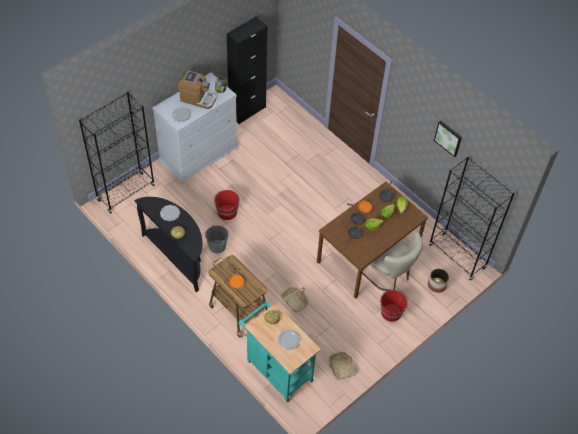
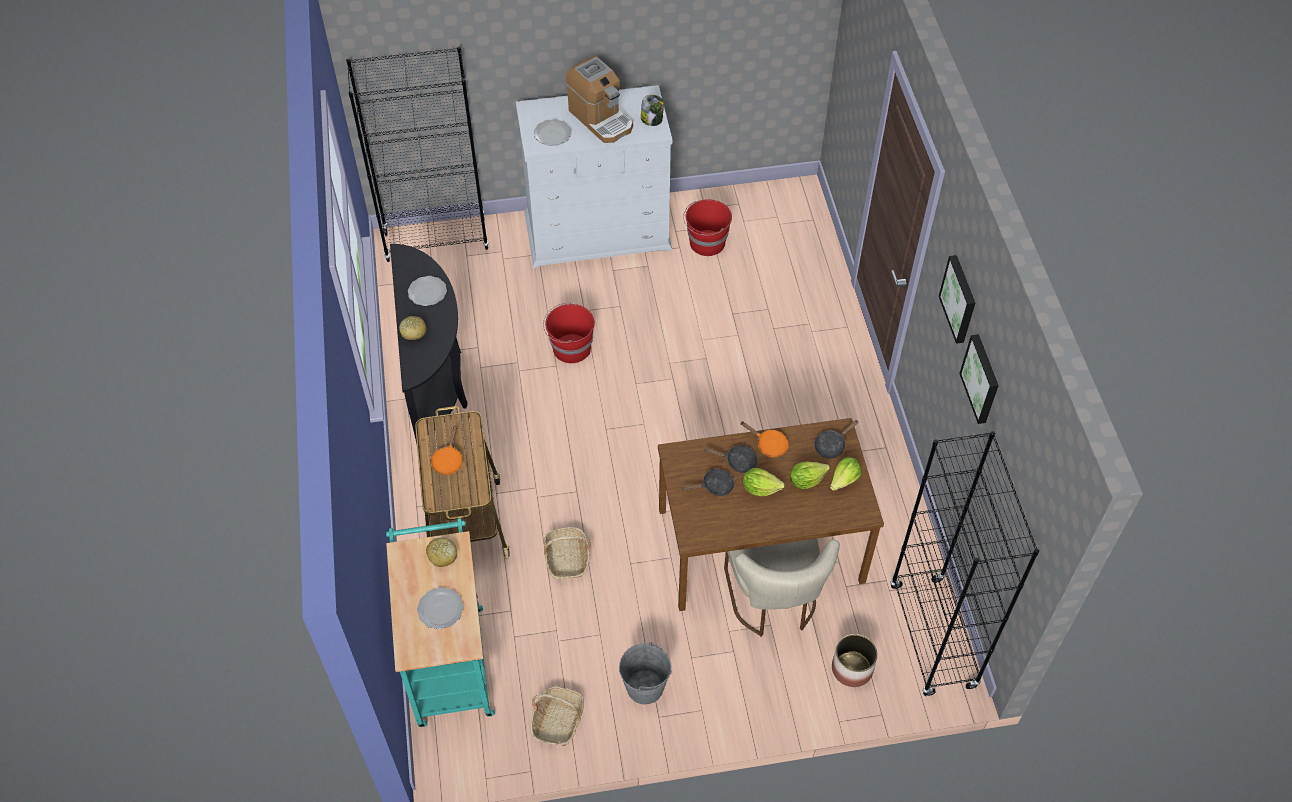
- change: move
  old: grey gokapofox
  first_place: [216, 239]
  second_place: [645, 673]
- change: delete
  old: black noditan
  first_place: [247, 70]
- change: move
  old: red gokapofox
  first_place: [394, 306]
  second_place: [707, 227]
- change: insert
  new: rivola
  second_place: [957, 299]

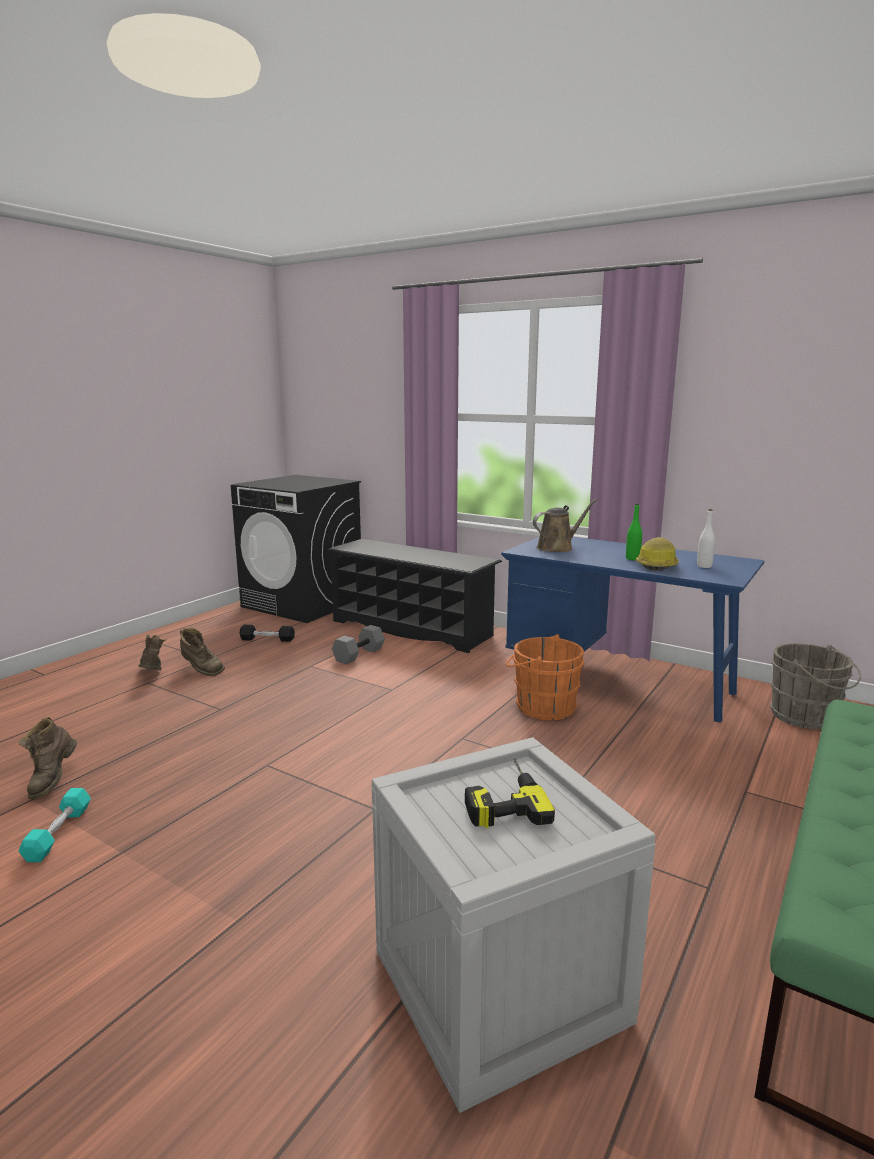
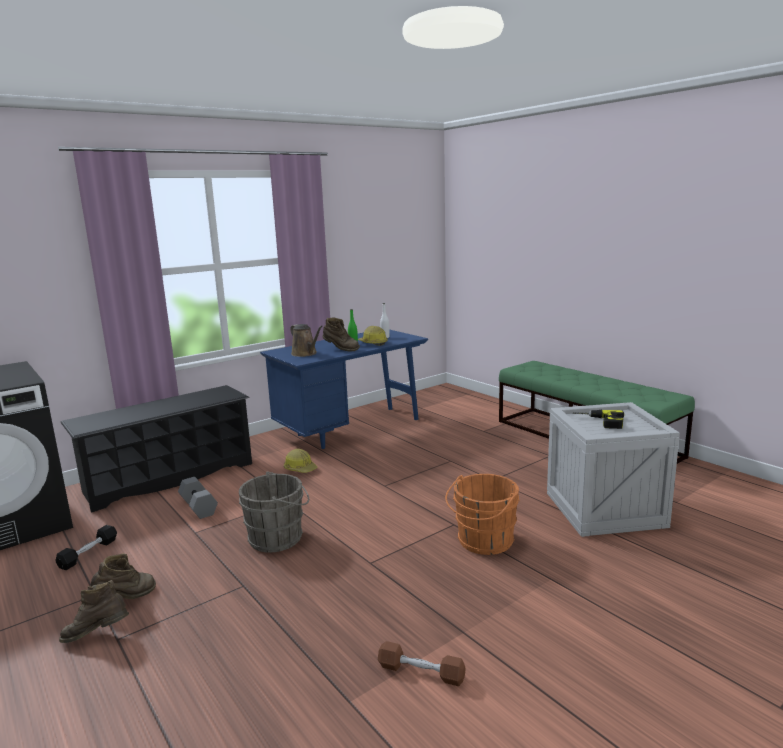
- change: recolor
  old: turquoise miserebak
  new: brown miserebak
  first_place: [54, 825]
  second_place: [422, 663]
- change: move
  old: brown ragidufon
  first_place: [48, 758]
  second_place: [341, 335]
- change: move
  old: orange gokapofox
  first_place: [545, 677]
  second_place: [482, 514]
- change: rotate
  old: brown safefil
  first_place: [565, 525]
  second_place: [306, 340]
  degrees: 150
- change: move
  old: grey gokapofox
  first_place: [815, 686]
  second_place: [274, 512]
- change: insert
  new: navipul
  second_place: [301, 461]

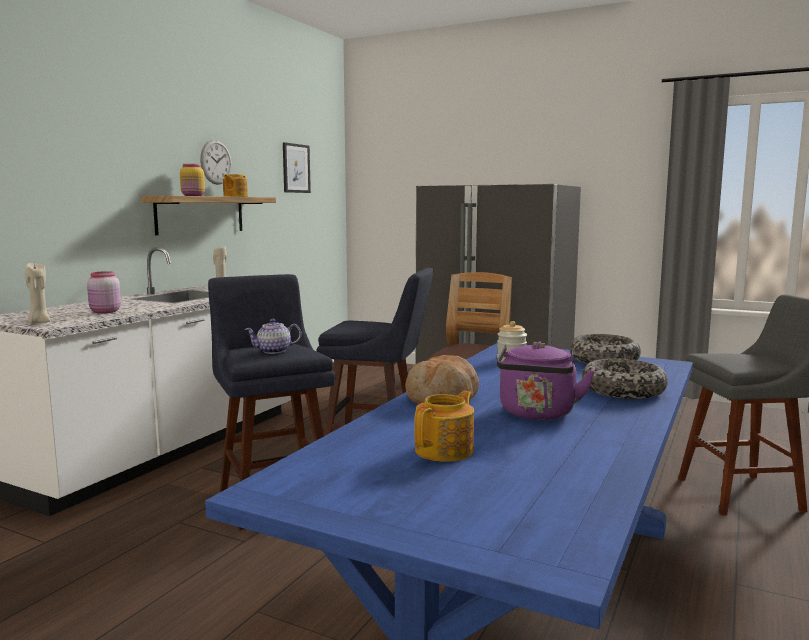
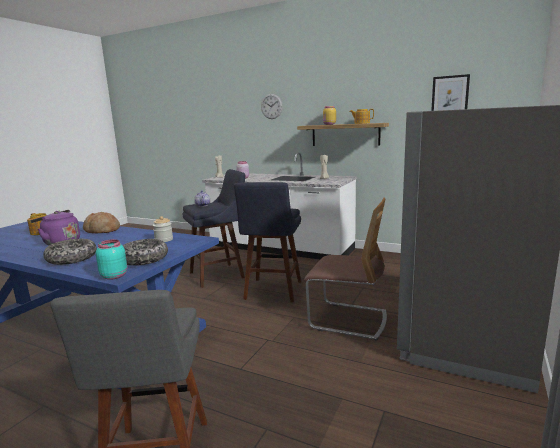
- change: move
  old: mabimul
  first_place: [216, 162]
  second_place: [272, 106]
- change: insert
  new: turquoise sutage
  second_place: [111, 259]

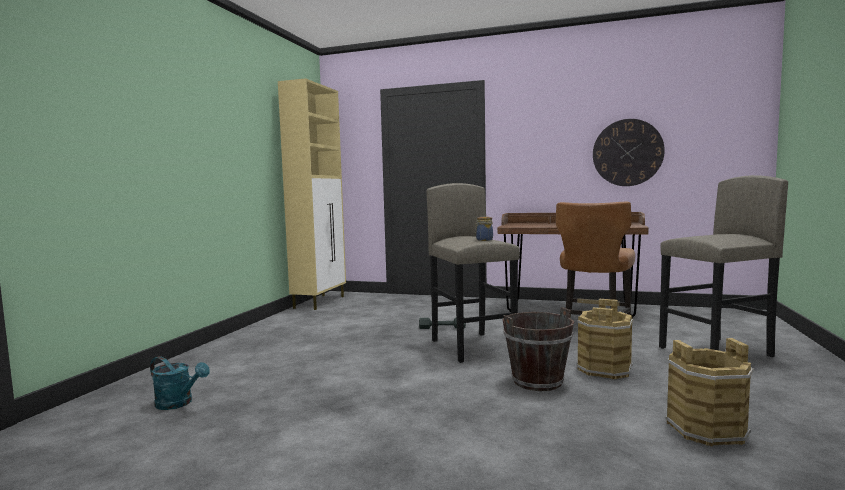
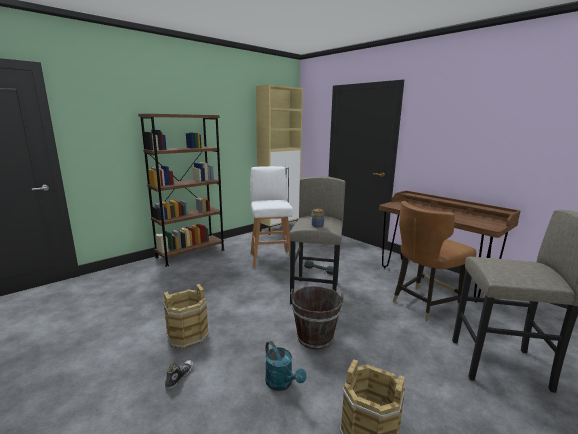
- change: move
  old: turquoise safefil
  first_place: [180, 383]
  second_place: [285, 366]
- change: move
  old: brown gokapofox
  first_place: [605, 339]
  second_place: [186, 316]
- change: delete
  old: mabimul
  first_place: [629, 152]
- change: insert
  new: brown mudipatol
  second_place: [181, 190]
- change: insert
  new: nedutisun
  second_place: [179, 375]
- change: insert
  new: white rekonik
  second_place: [271, 217]

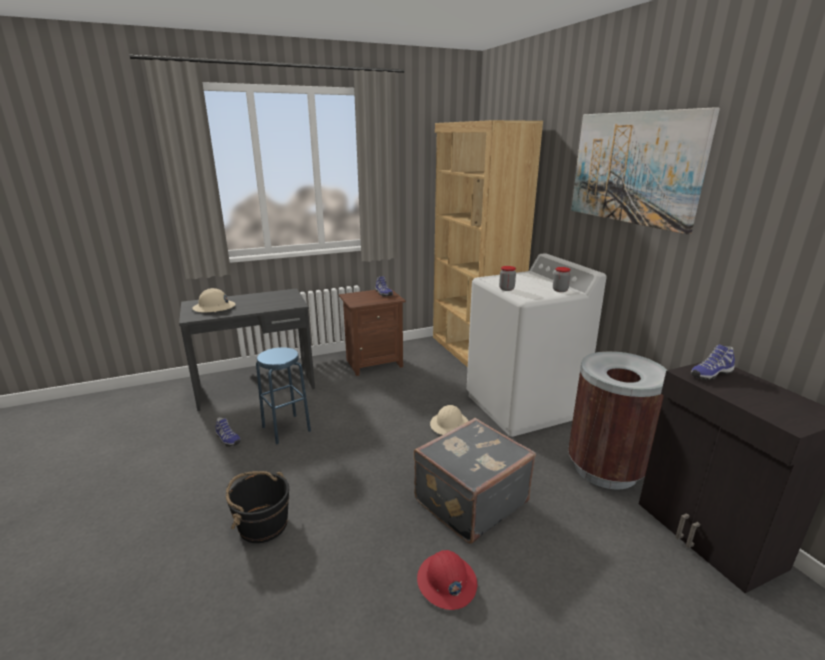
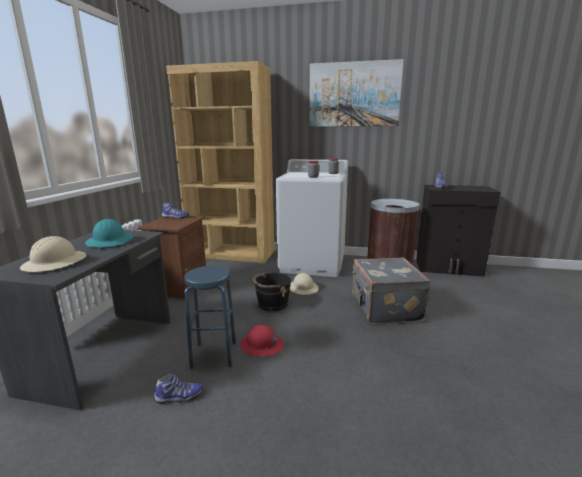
- change: move
  old: black gokapofox
  first_place: [257, 507]
  second_place: [271, 292]
- change: move
  old: red navipul
  first_place: [447, 580]
  second_place: [262, 341]
- change: insert
  new: turquoise navipul
  second_place: [109, 233]

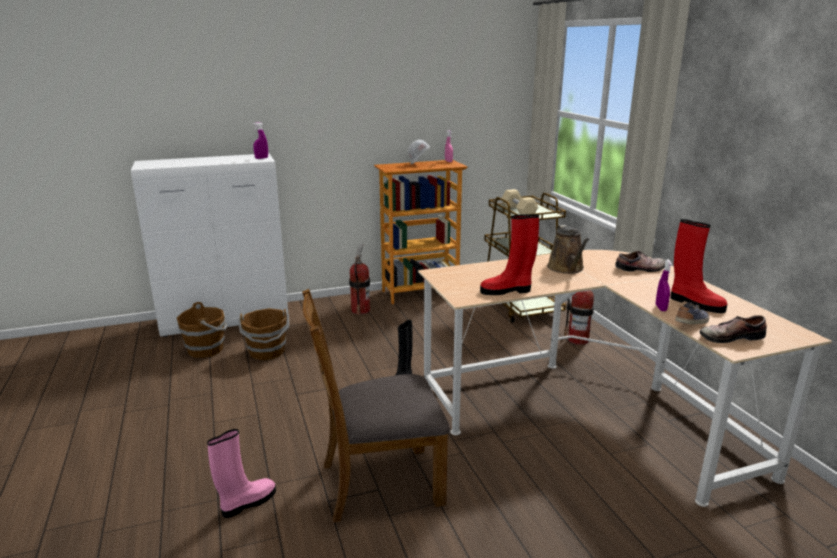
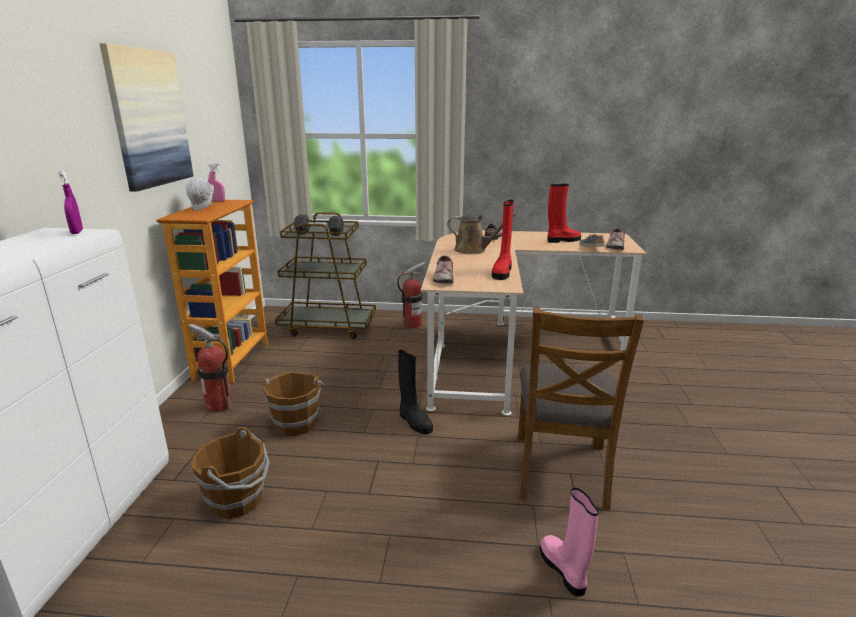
- change: move
  old: brown gokapofox
  first_place: [202, 330]
  second_place: [293, 404]
- change: recolor
  old: beige miserebak
  new: black miserebak
  first_place: [520, 202]
  second_place: [319, 224]
- change: delete
  old: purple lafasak
  first_place: [664, 285]
- change: insert
  new: rivola
  second_place: [146, 117]
- change: insert
  new: nedutisun
  second_place: [443, 269]

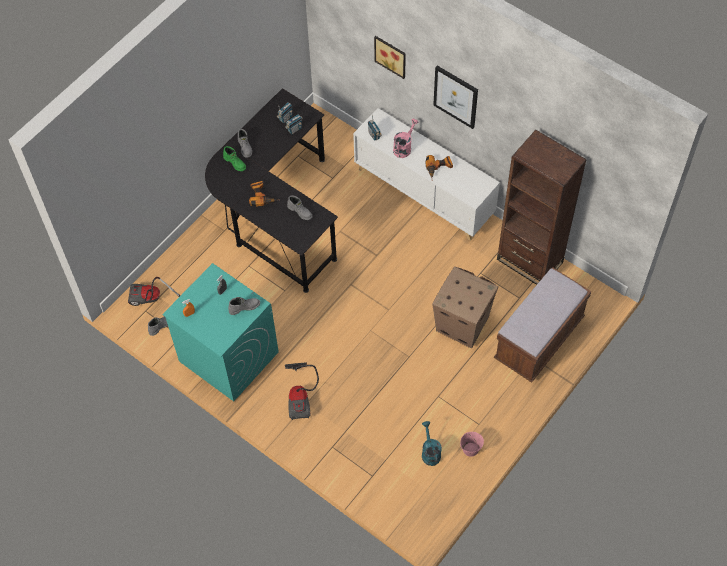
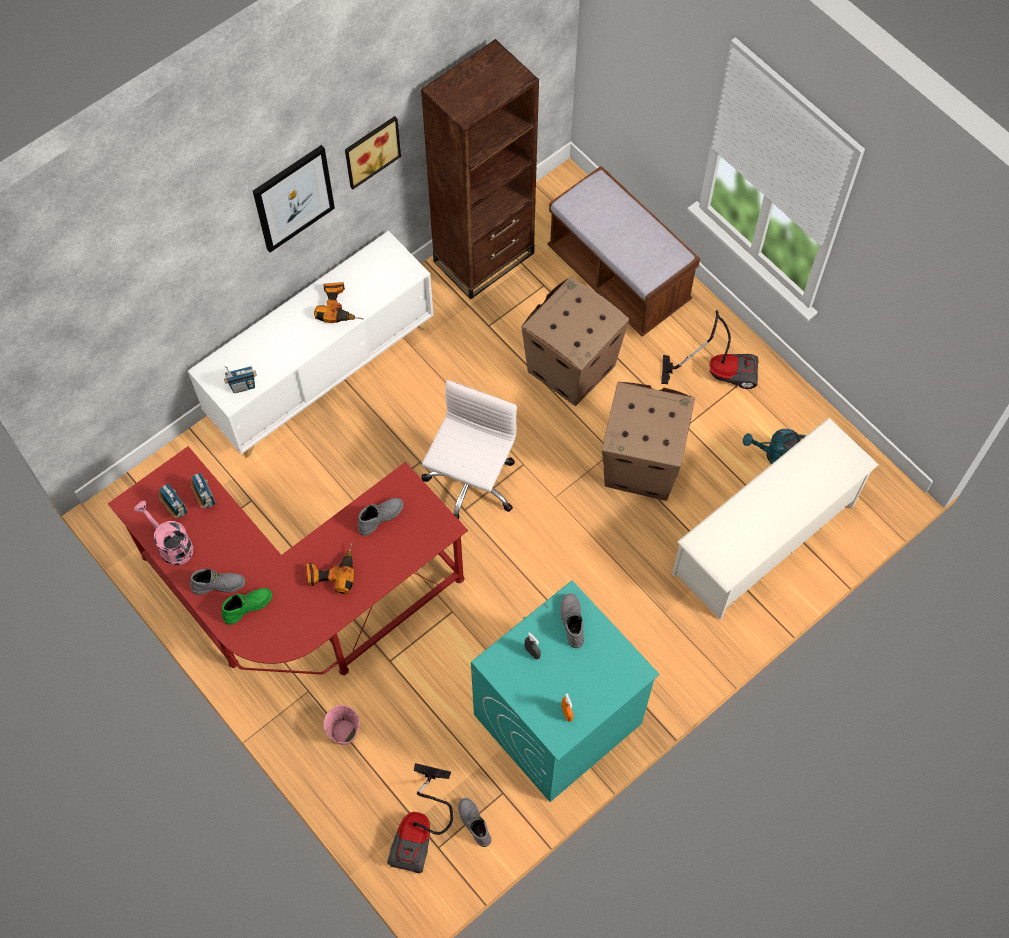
- change: recolor
  old: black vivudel
  new: red vivudel
  first_place: [271, 190]
  second_place: [288, 560]
- change: move
  old: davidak
  first_place: [302, 391]
  second_place: [710, 349]
- change: move
  old: rivola
  first_place: [390, 57]
  second_place: [373, 152]
- change: move
  old: pink safefil
  first_place: [406, 138]
  second_place: [163, 533]
- change: move
  old: pink gokapofox
  first_place: [472, 444]
  second_place: [342, 725]
- change: insert
  new: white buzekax
  second_place: [469, 450]
- change: insert
  new: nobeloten
  second_place: [648, 441]
- change: insert
  new: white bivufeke
  second_place: [775, 519]

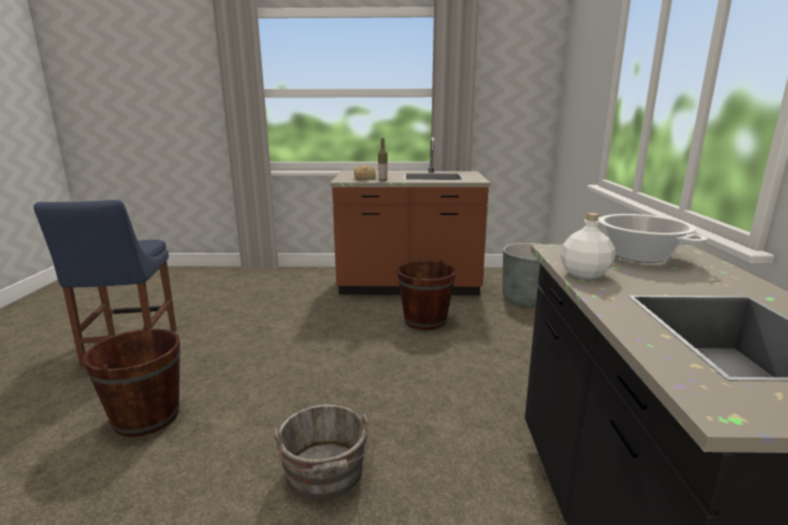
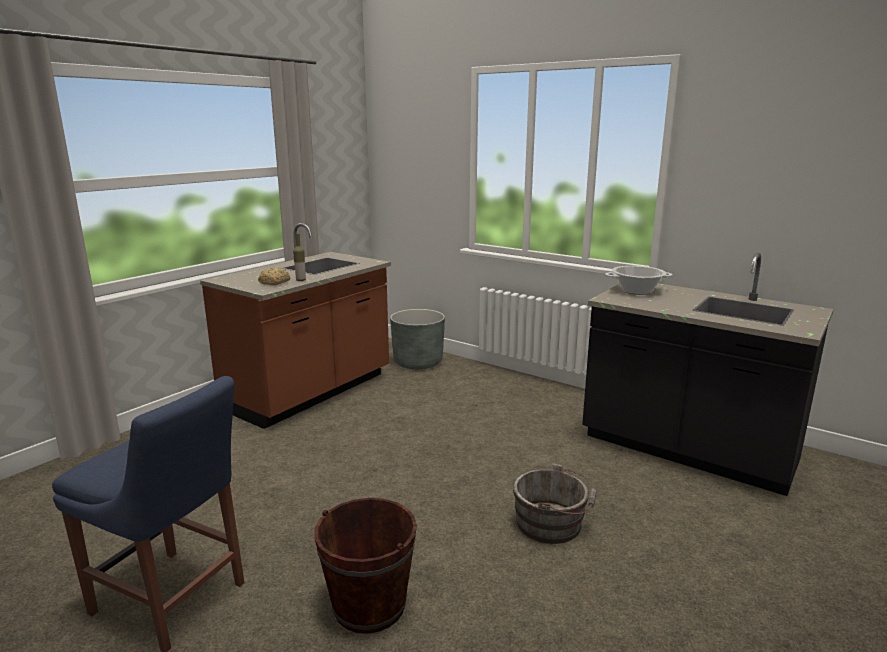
- change: delete
  old: brown gokapofox
  first_place: [426, 295]
- change: delete
  old: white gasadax
  first_place: [587, 246]

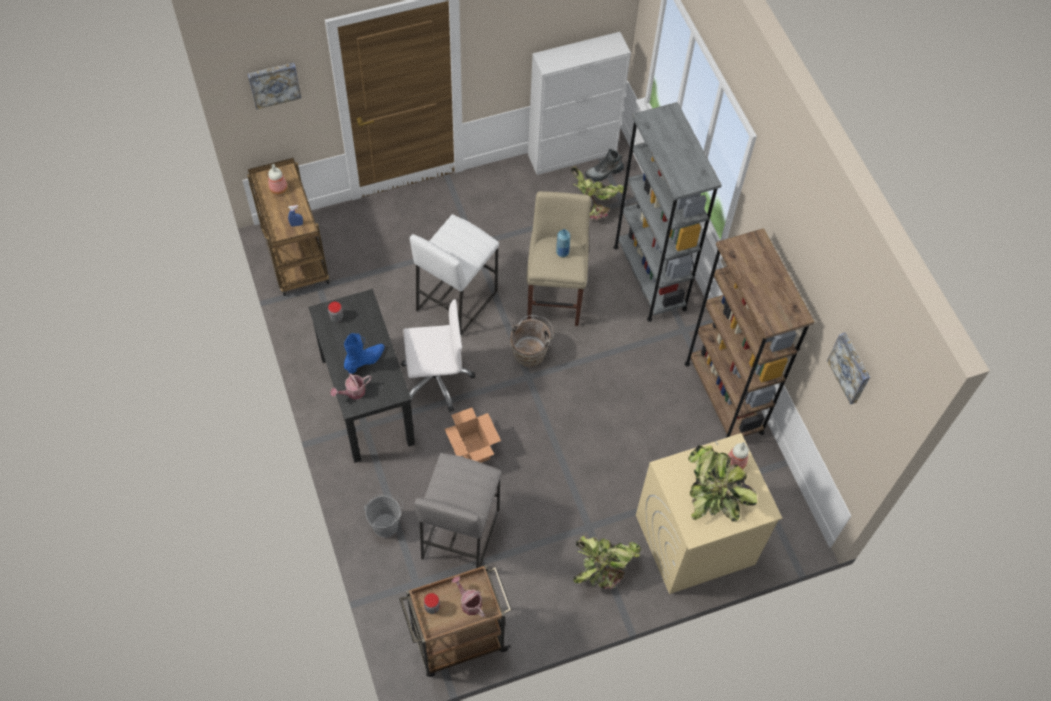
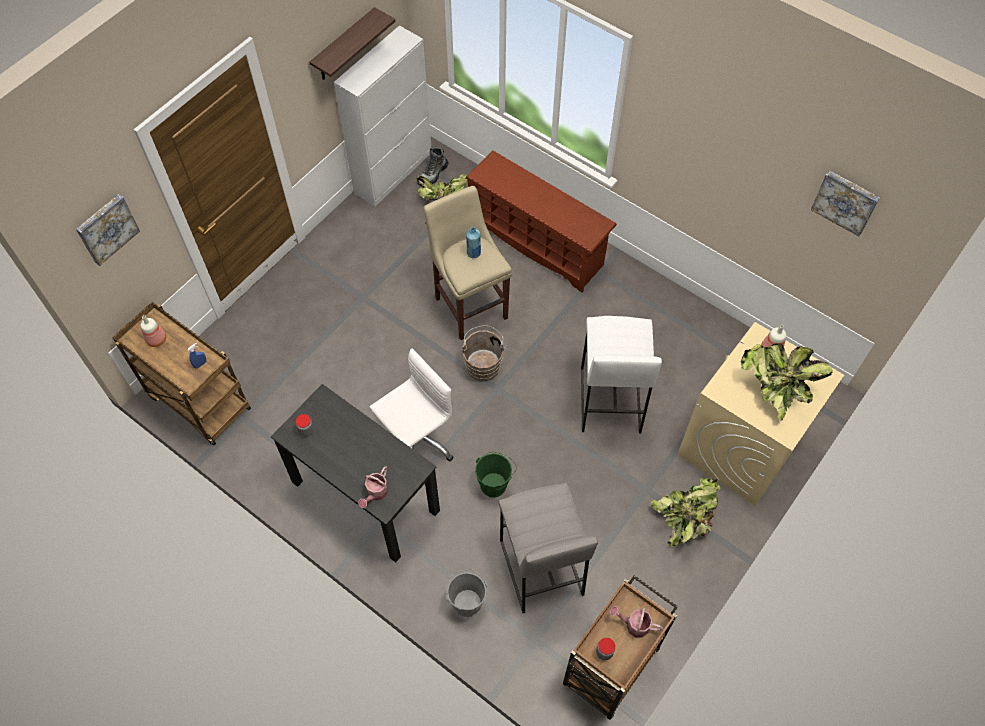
- change: delete
  old: blue ragidufon
  first_place: [364, 353]
- change: move
  old: white rekonik
  first_place: [454, 274]
  second_place: [621, 375]
- change: replace
  old: nobeloten
  new: green gokapofox
  first_place: [473, 435]
  second_place: [496, 475]
- change: replace
  old: grey mudipatol
  new: brown bivufeke
  first_place: [667, 212]
  second_place: [541, 222]
- change: delete
  old: brown mudipatol
  first_place: [749, 333]
- change: insert
  new: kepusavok
  second_place: [352, 43]

